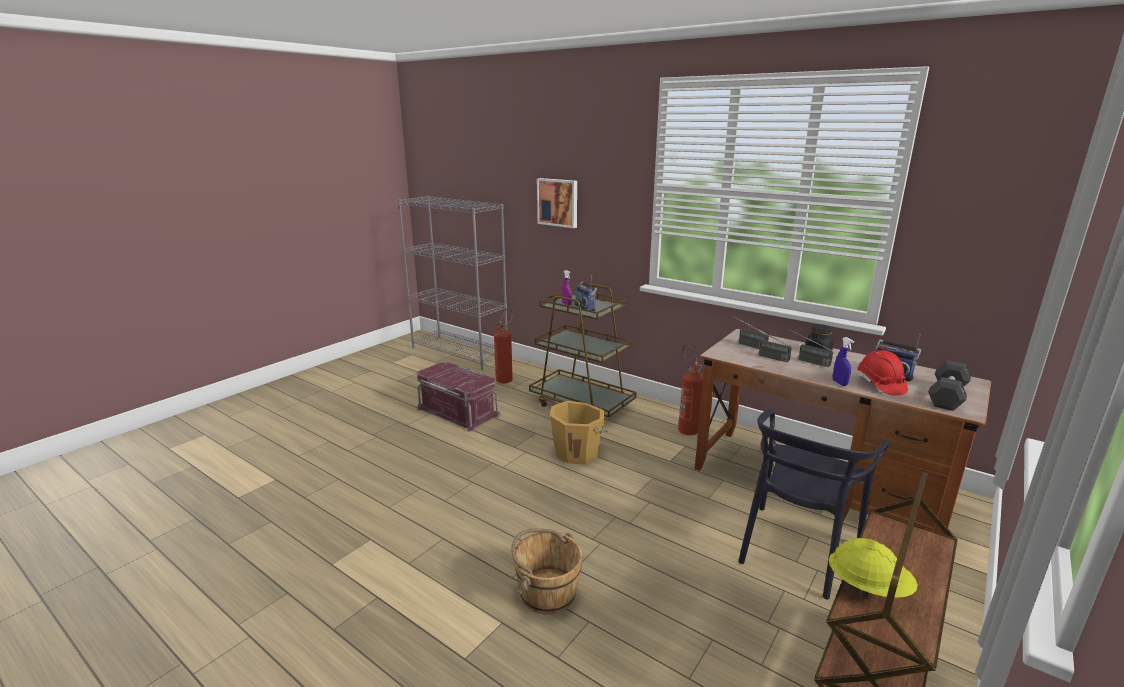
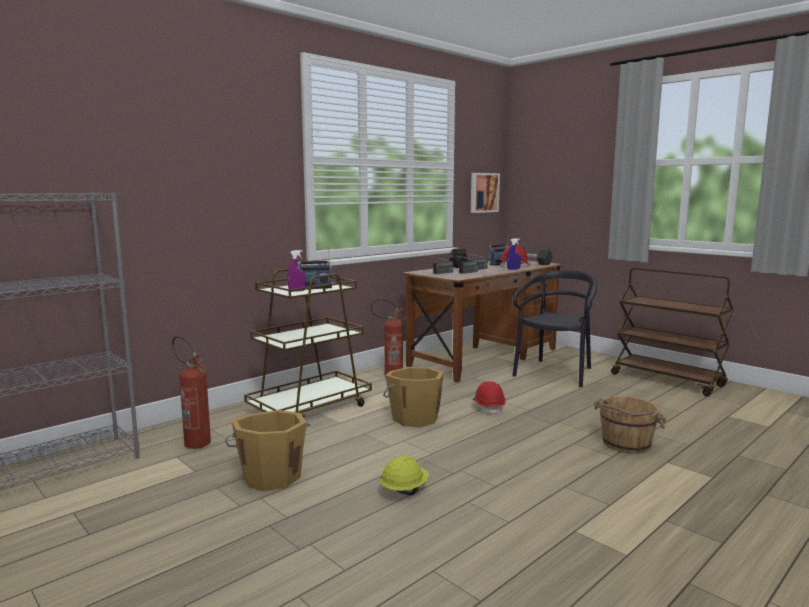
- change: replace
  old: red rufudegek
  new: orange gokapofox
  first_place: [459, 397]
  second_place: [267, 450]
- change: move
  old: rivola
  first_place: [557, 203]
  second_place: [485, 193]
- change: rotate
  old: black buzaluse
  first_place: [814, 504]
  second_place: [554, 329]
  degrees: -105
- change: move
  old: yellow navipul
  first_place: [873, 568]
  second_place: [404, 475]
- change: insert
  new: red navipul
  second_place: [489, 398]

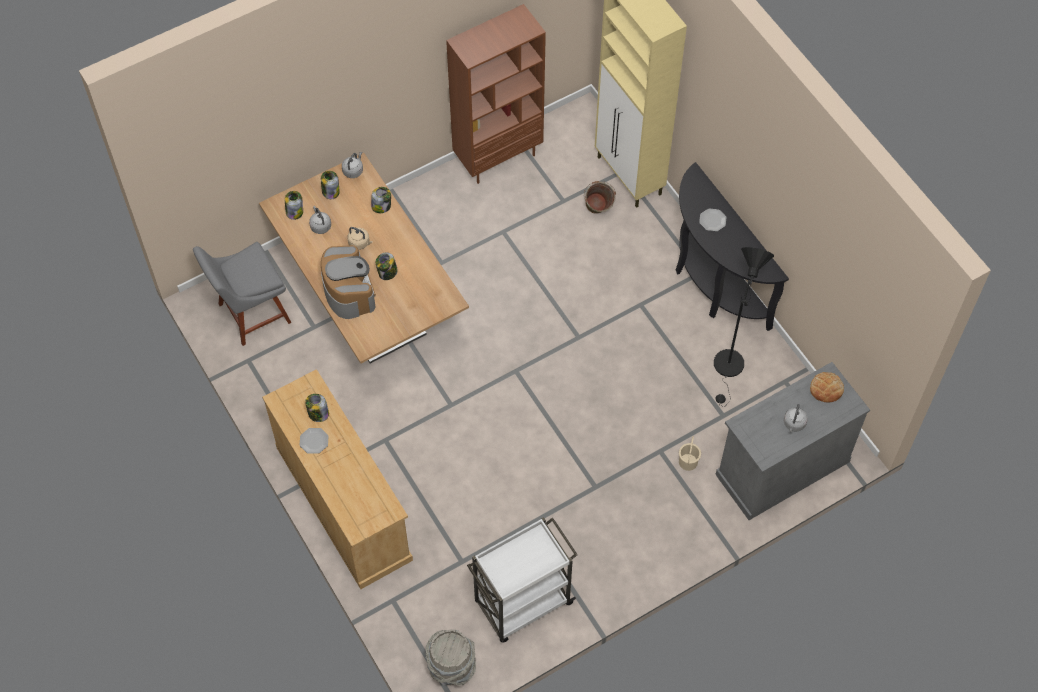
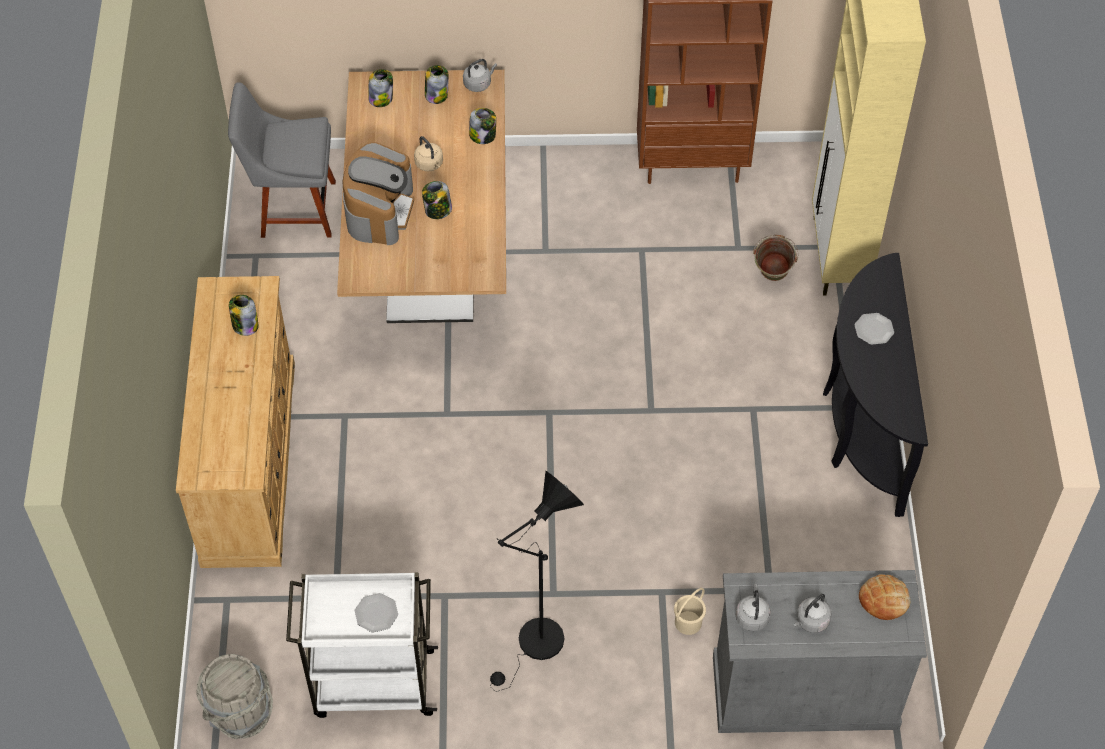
- change: move
  old: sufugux
  first_place: [314, 441]
  second_place: [376, 613]
- change: move
  old: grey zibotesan
  first_place: [320, 220]
  second_place: [753, 607]
- change: move
  old: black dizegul
  first_place: [744, 327]
  second_place: [537, 581]

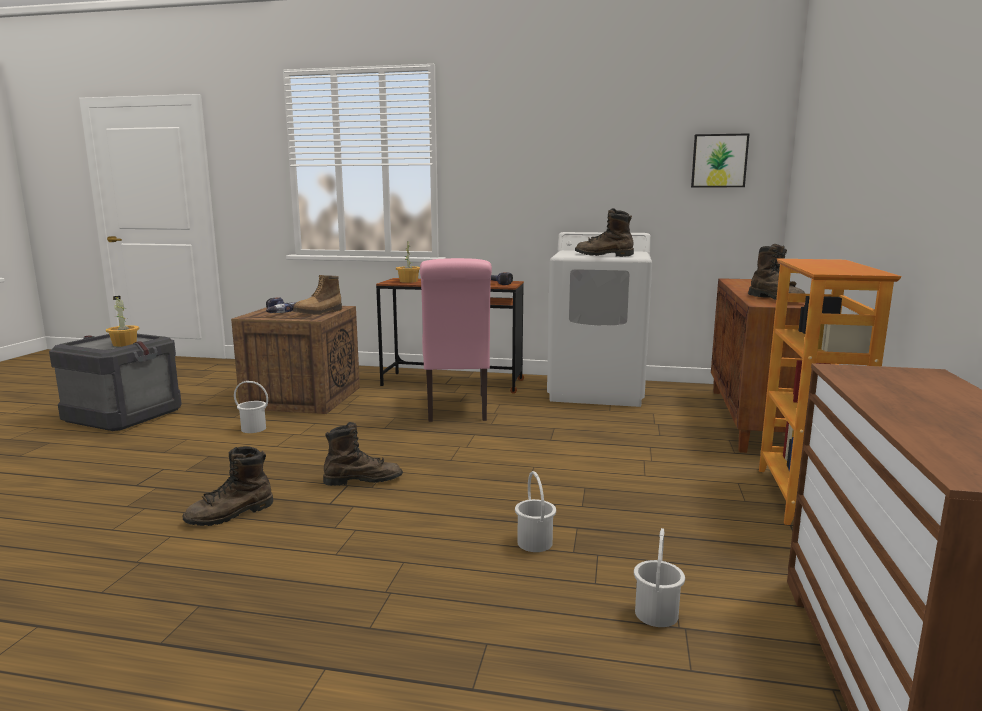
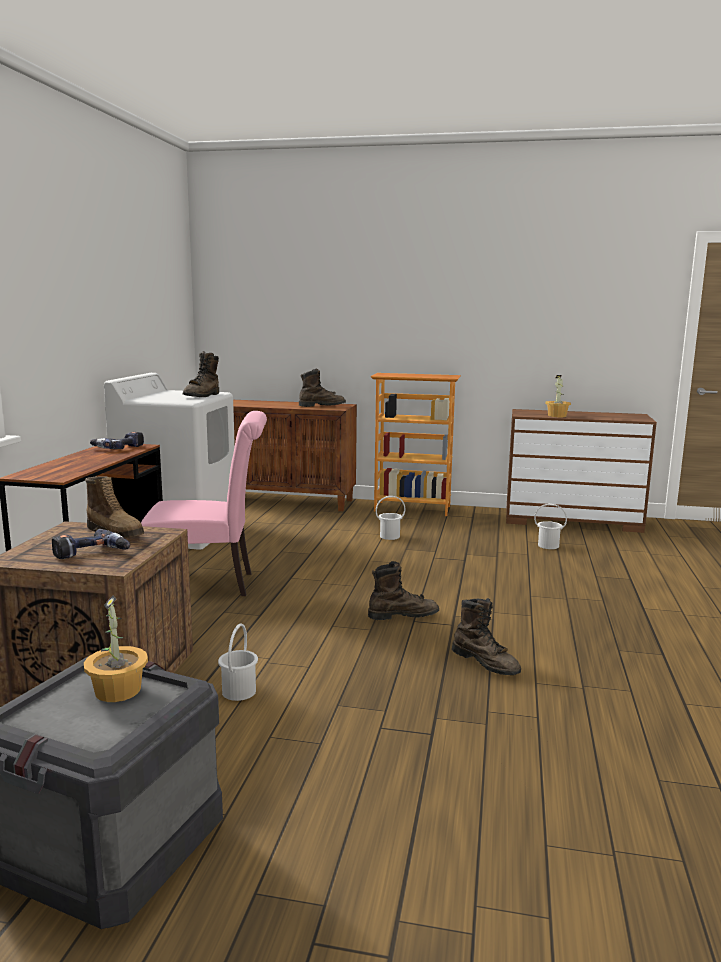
- change: rotate
  old: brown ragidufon
  first_place: [363, 454]
  second_place: [403, 590]
  degrees: 90
- change: move
  old: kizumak
  first_place: [408, 261]
  second_place: [558, 396]
- change: move
  old: white gokapofox
  first_place: [535, 511]
  second_place: [391, 518]
- change: delete
  old: rivola
  first_place: [720, 160]

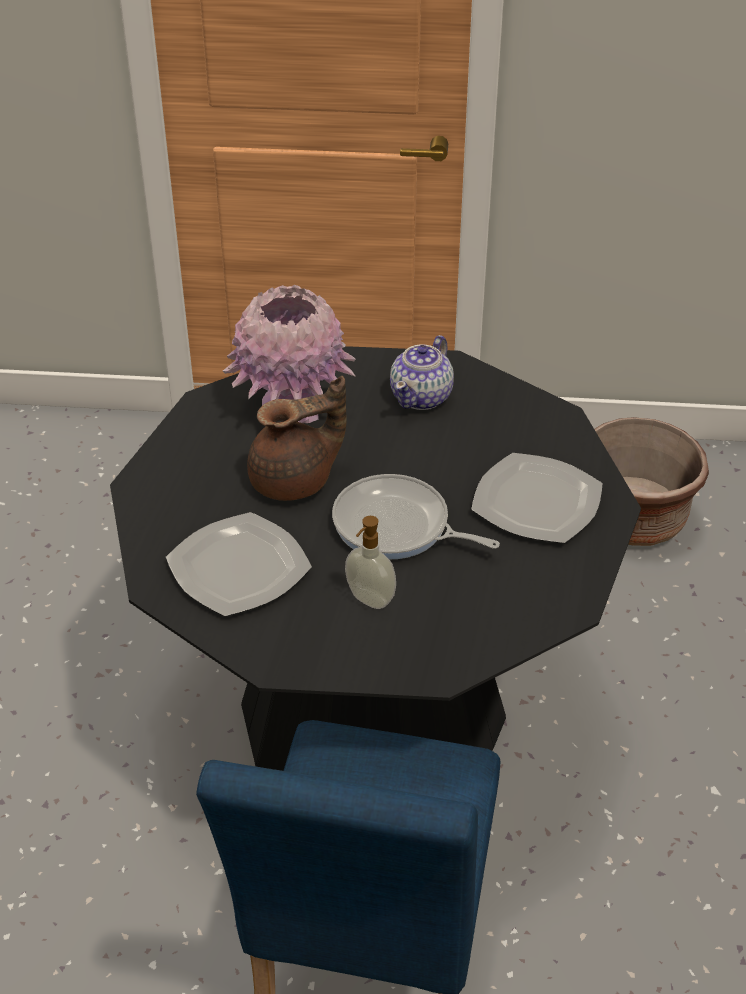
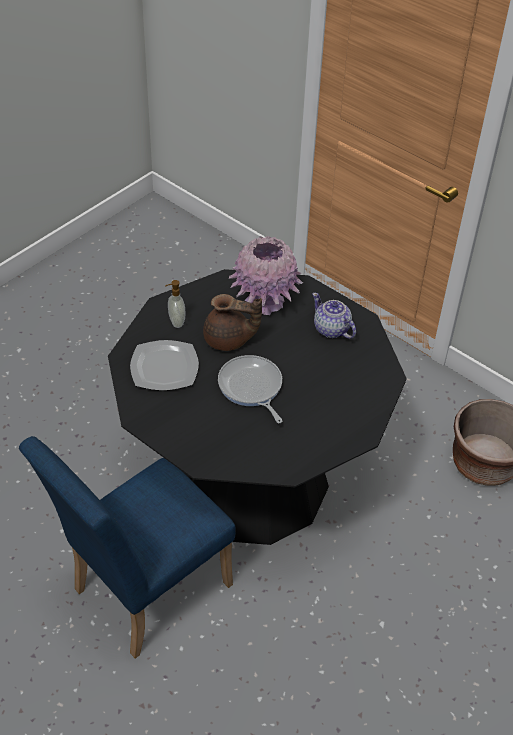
- change: move
  old: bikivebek
  first_place: [370, 562]
  second_place: [175, 304]
- change: rotate
  old: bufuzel
  first_place: [422, 372]
  second_place: [334, 316]
  degrees: 75
- change: delete
  old: sufugux
  first_place: [536, 498]

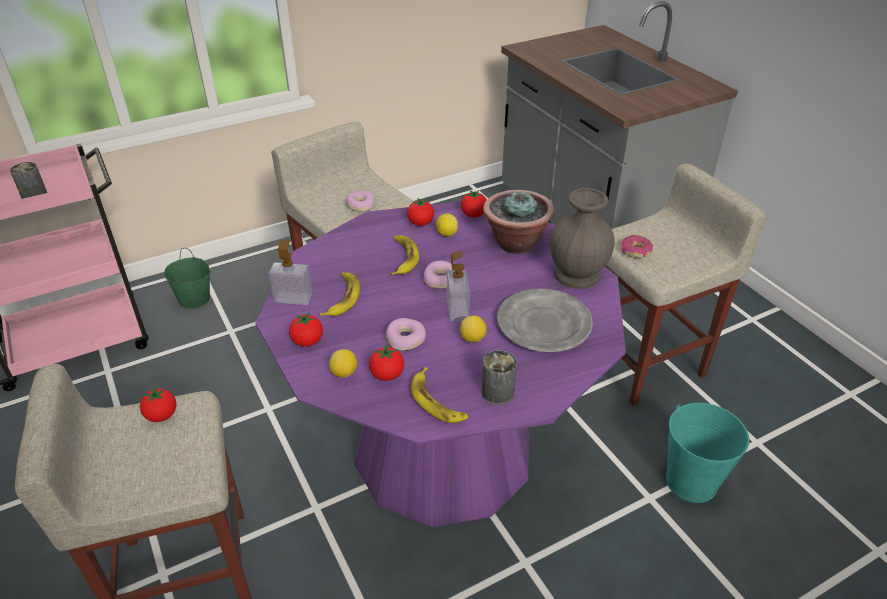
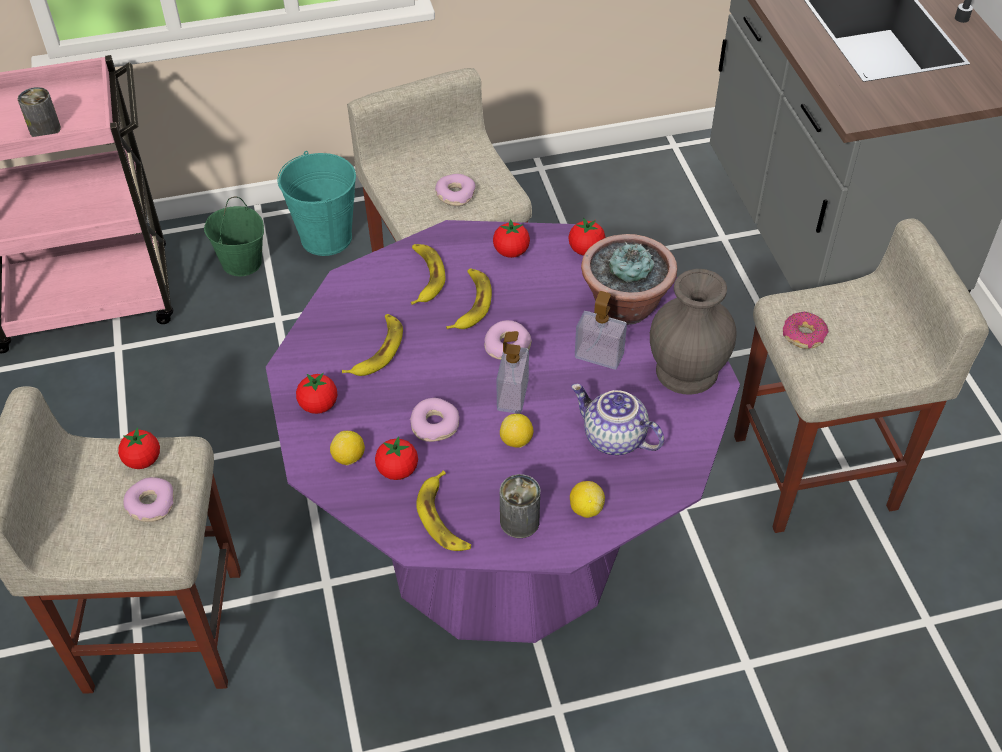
- change: move
  old: bikivebek
  first_place: [290, 272]
  second_place: [601, 330]
- change: move
  old: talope
  first_place: [447, 225]
  second_place: [587, 499]
- change: replace
  old: grey sufugux
  new: bufuzel
  first_place: [545, 320]
  second_place: [617, 419]
- change: move
  old: turquoise gokapofox
  first_place: [707, 453]
  second_place: [316, 203]
- change: insert
  new: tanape
  second_place: [148, 499]
- change: insert
  new: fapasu
  second_place: [428, 274]

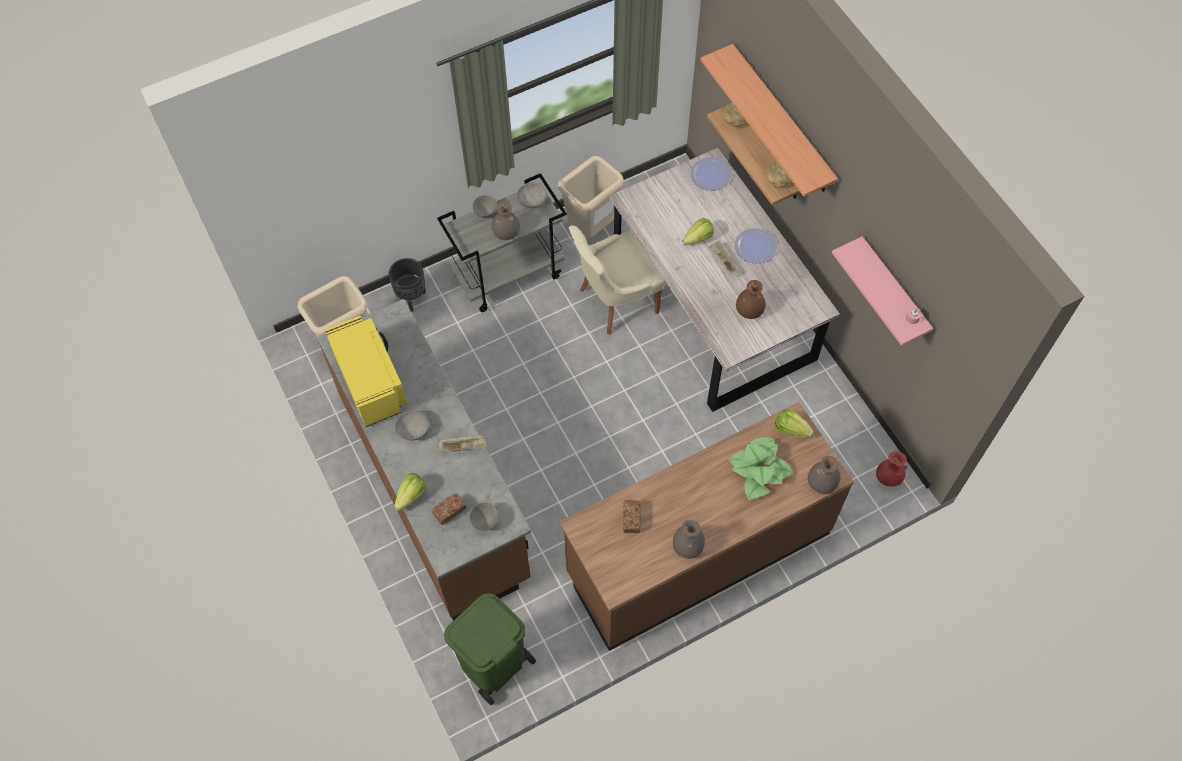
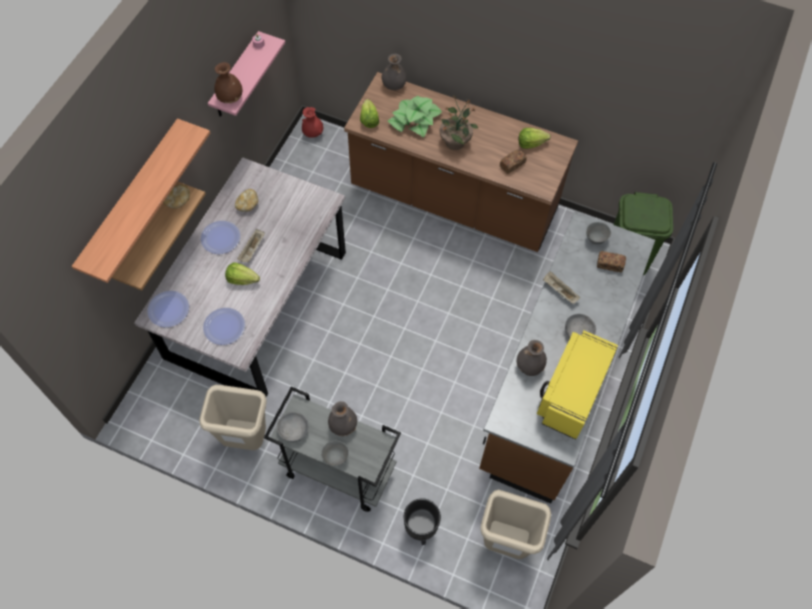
- change: move
  old: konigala
  first_place: [410, 492]
  second_place: [534, 138]
- change: delete
  old: beige buzaluse
  first_place: [617, 280]
- change: move
  old: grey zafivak
  first_place: [689, 539]
  second_place: [532, 358]
- change: move
  old: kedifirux
  first_place: [733, 114]
  second_place: [246, 200]
- change: move
  old: brown zafivak
  first_place: [751, 299]
  second_place: [228, 82]
- change: insert
  new: sufugux
  second_place: [224, 326]
- change: insert
  new: kizumak
  second_place: [459, 123]

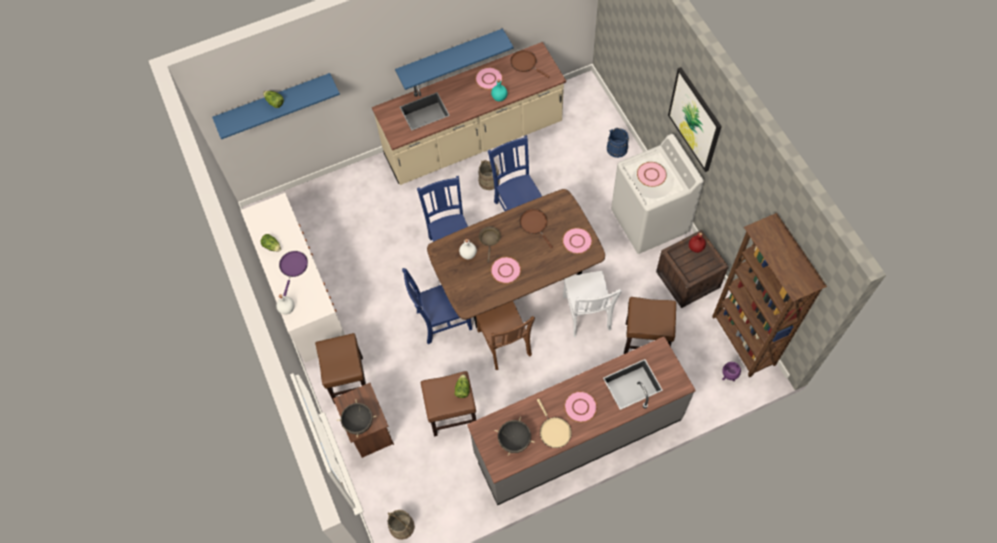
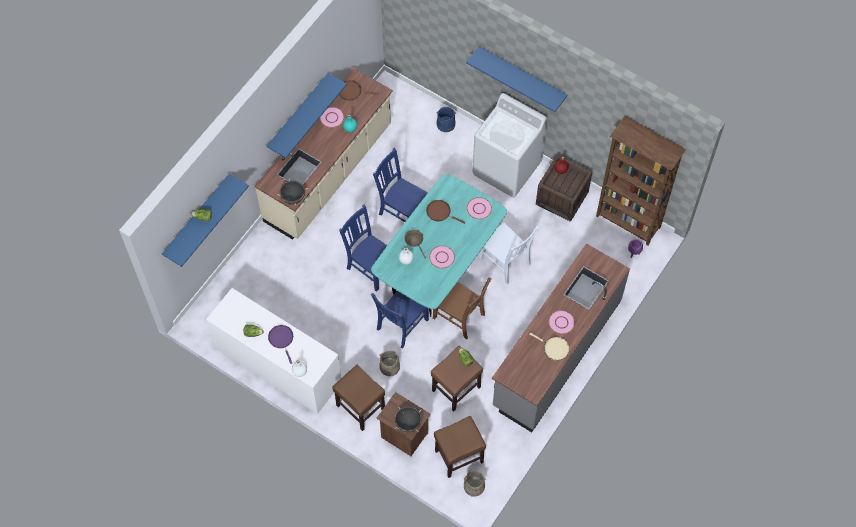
- change: recolor
  old: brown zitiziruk
  new: turquoise zitiziruk
  first_place: [516, 258]
  second_place: [439, 245]
- change: move
  old: beige gokapofox
  first_place: [489, 175]
  second_place: [389, 363]
- change: move
  old: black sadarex
  first_place: [515, 436]
  second_place: [293, 192]
- change: move
  old: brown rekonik
  first_place: [650, 325]
  second_place: [460, 447]
- change: delete
  old: pink sufugux
  first_place: [652, 174]
- change: replace
  old: rivola
  new: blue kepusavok
  first_place: [695, 119]
  second_place: [516, 79]

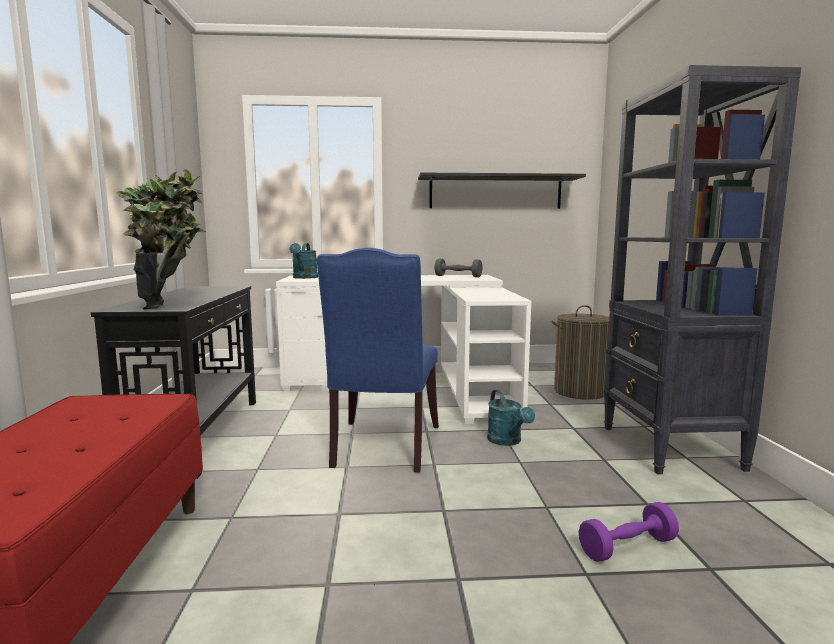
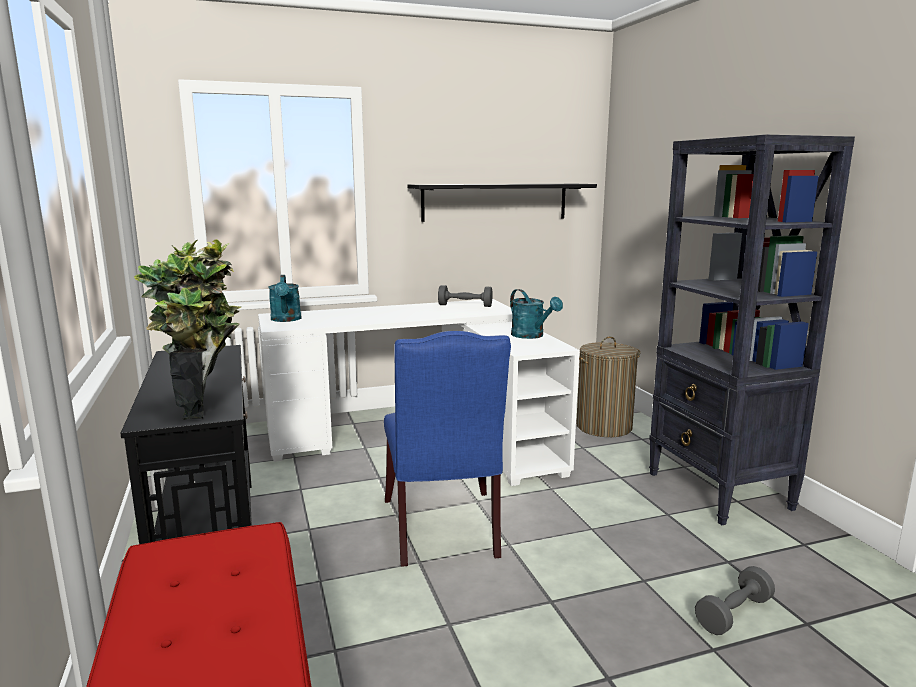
- change: move
  old: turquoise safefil
  first_place: [511, 418]
  second_place: [536, 314]
- change: recolor
  old: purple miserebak
  new: grey miserebak
  first_place: [629, 532]
  second_place: [735, 600]

